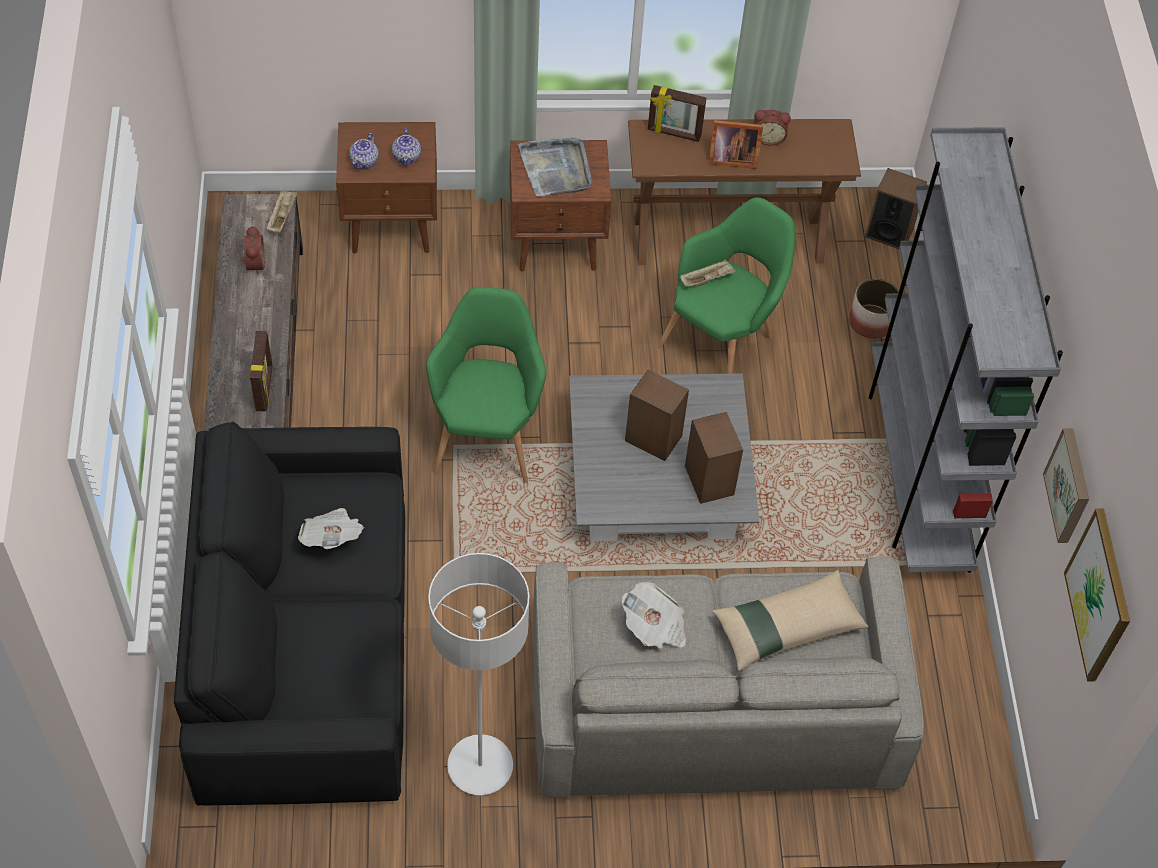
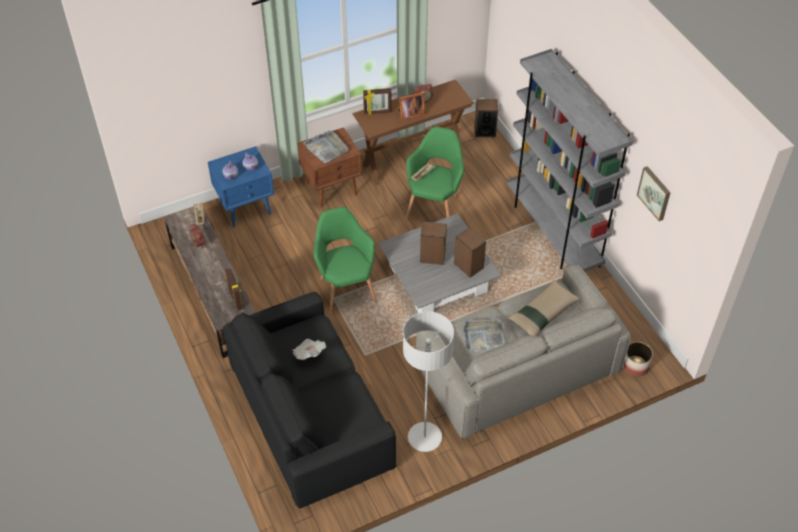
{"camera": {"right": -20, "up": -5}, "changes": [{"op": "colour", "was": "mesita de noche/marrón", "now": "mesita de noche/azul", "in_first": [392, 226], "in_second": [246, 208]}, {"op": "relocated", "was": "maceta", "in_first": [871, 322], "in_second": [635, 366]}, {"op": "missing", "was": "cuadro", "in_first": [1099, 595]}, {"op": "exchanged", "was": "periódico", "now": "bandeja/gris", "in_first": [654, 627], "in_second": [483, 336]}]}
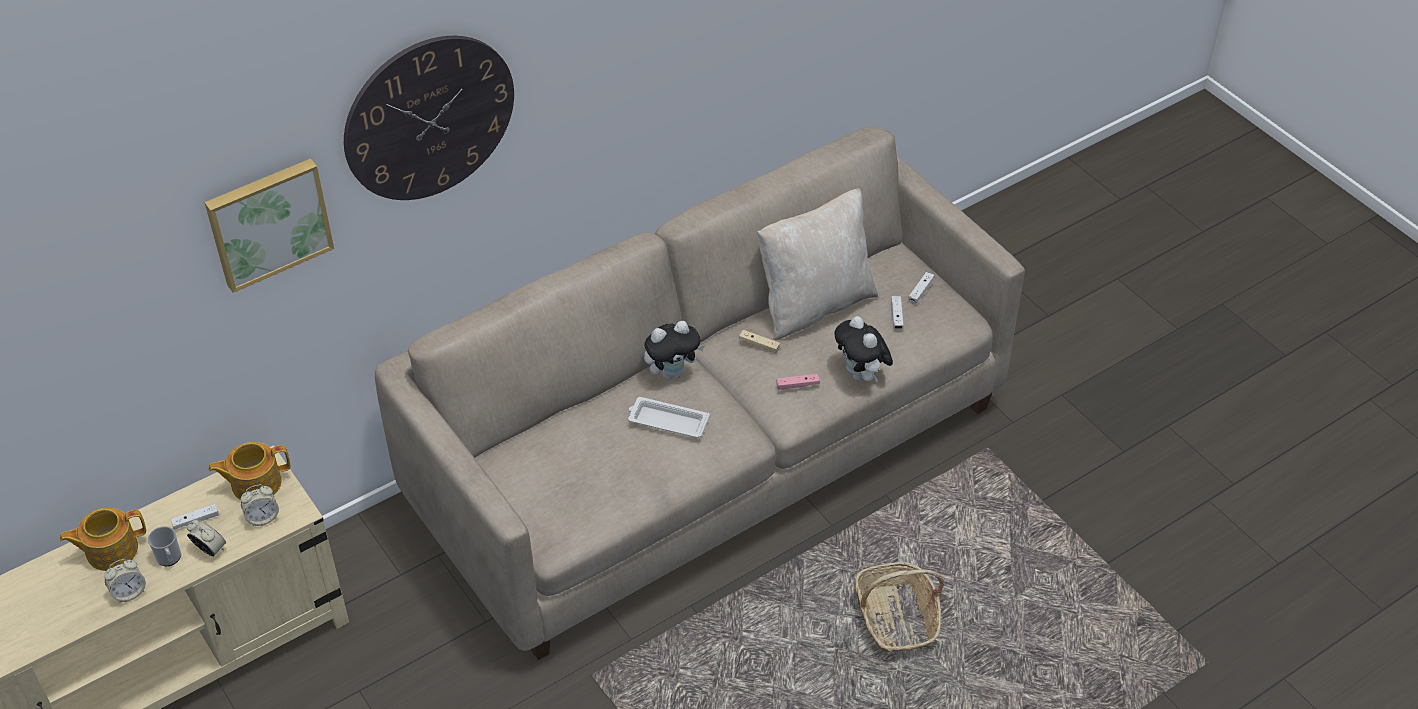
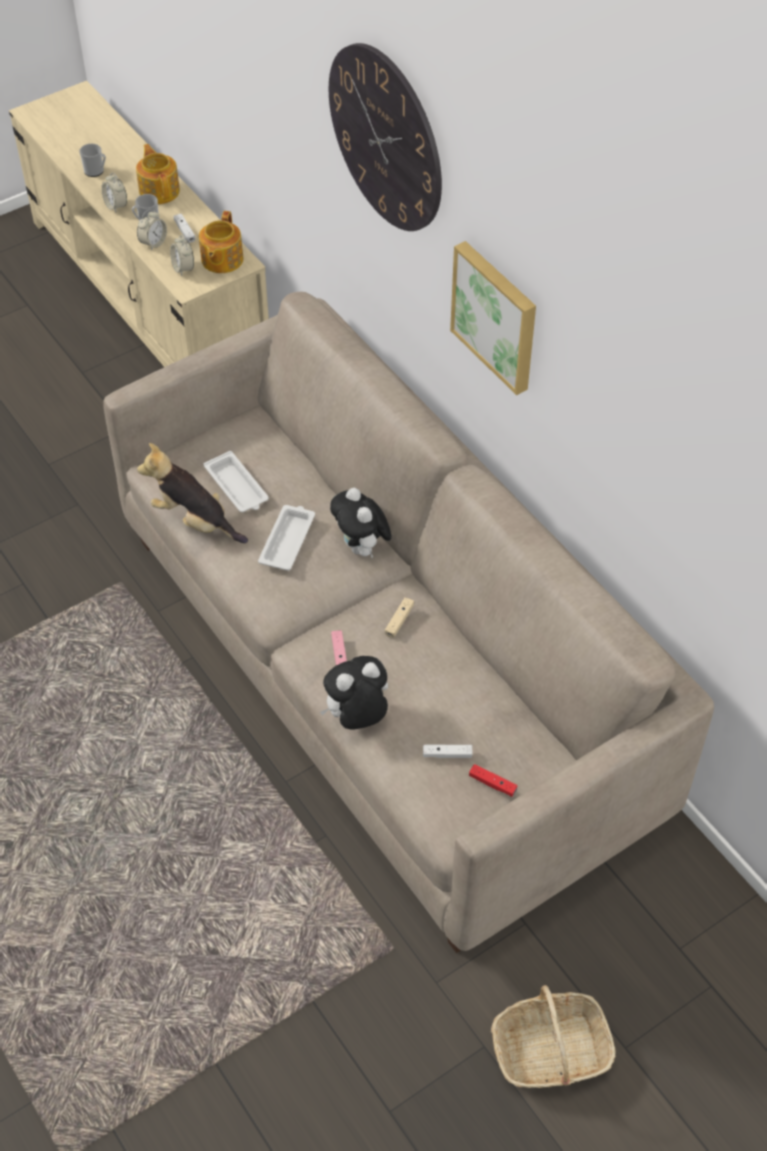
{"camera": {"right": 90, "up": 5}, "changes": [{"op": "relocated", "was": "cuadro", "in_first": [268, 222], "in_second": [496, 316]}, {"op": "missing", "was": "cojín/beis", "in_first": [814, 304]}, {"op": "colour", "was": "mando de consola/blanco", "now": "mando de consola/rojo", "in_first": [920, 291], "in_second": [492, 784]}, {"op": "spun", "was": "tetera", "in_first": [255, 483], "in_second": [221, 260], "clockwise": -150}, {"op": "relocated", "was": "cesta", "in_first": [896, 618], "in_second": [550, 1051]}, {"op": "appeared", "now": "taza grande", "in_second": [96, 171]}, {"op": "appeared", "now": "peluche", "in_second": [195, 520]}, {"op": "appeared", "now": "bandeja/blanco", "in_second": [237, 487]}]}
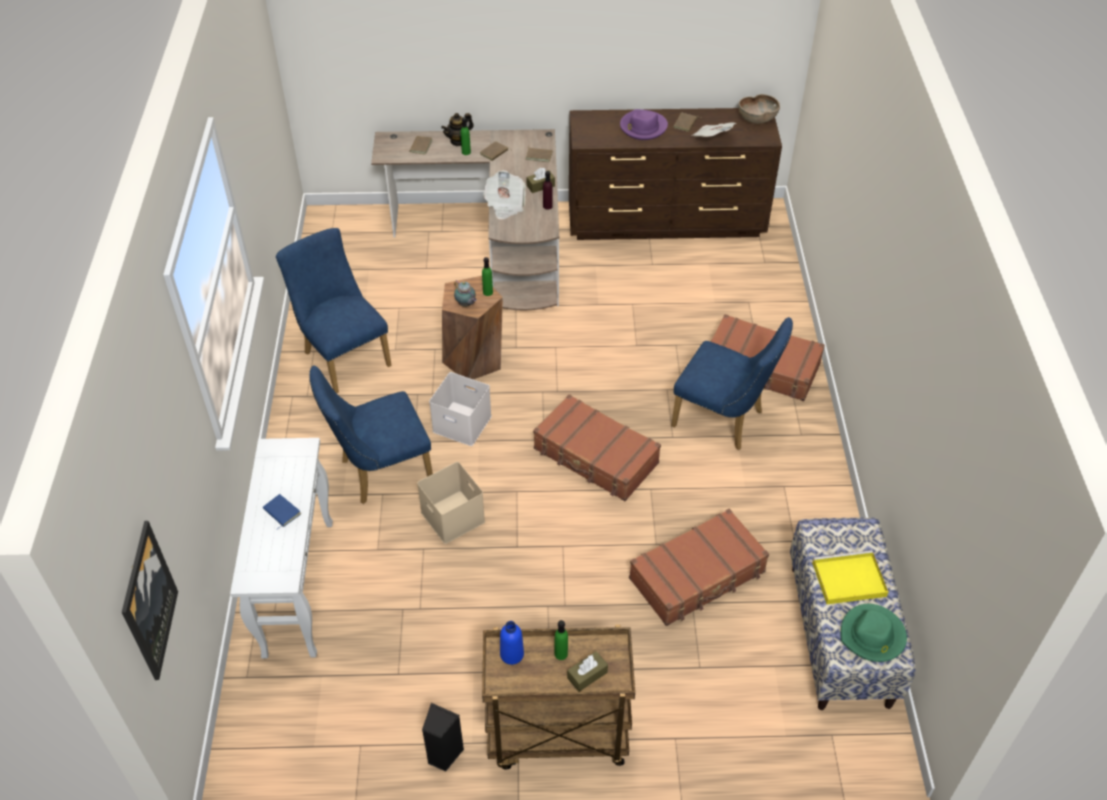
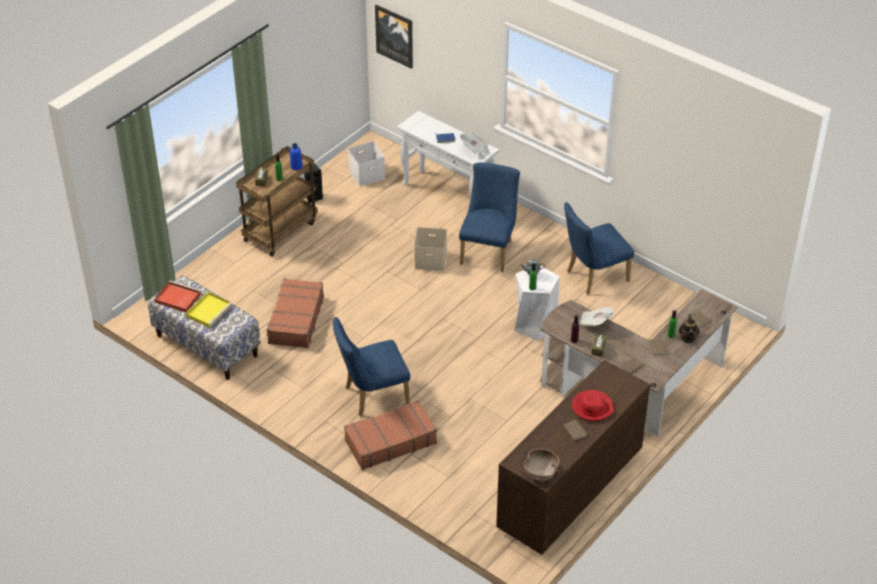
{"camera": {"right": 130, "up": -5}, "changes": [{"op": "colour", "was": "sombrero/morado", "now": "sombrero/rojo", "in_first": [643, 127], "in_second": [592, 407]}, {"op": "relocated", "was": "periódico", "in_first": [712, 139], "in_second": [475, 150]}, {"op": "spun", "was": "silla/azul", "in_first": [343, 356], "in_second": [593, 277], "clockwise": 150}, {"op": "colour", "was": "taburete/marrón", "now": "taburete/blanco", "in_first": [473, 359], "in_second": [534, 325]}, {"op": "relocated", "was": "caja de almacenaje/blanco", "in_first": [460, 424], "in_second": [367, 174]}, {"op": "missing", "was": "maleta/marrón", "in_first": [595, 457]}, {"op": "exchanged", "was": "sombrero/verde", "now": "bandeja/rojo", "in_first": [872, 635], "in_second": [177, 298]}]}
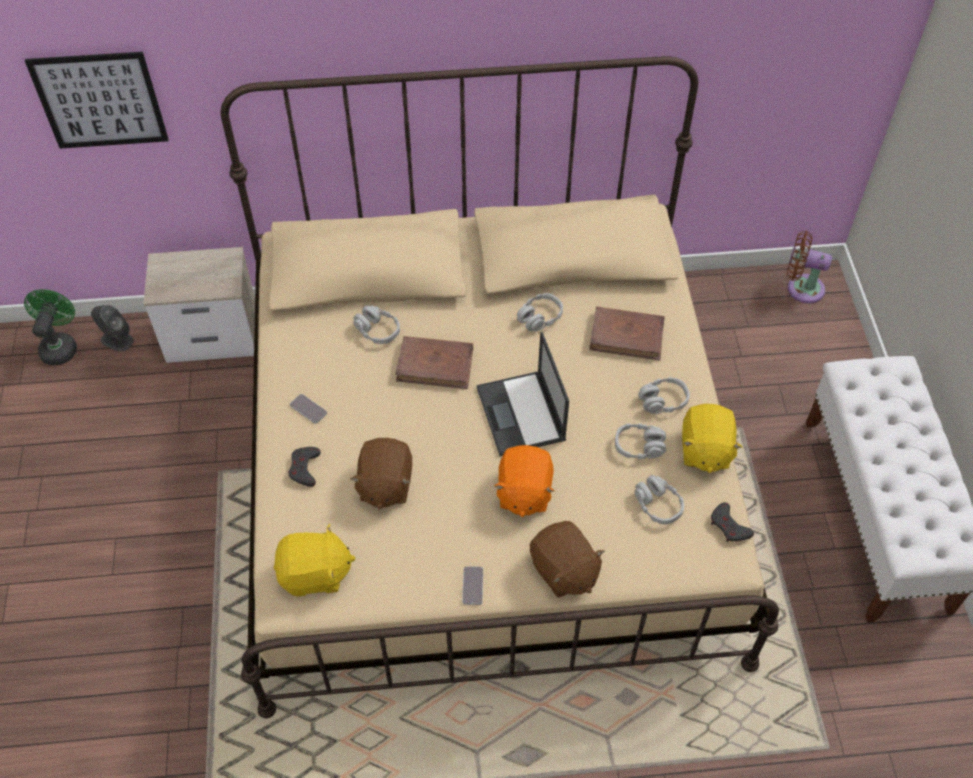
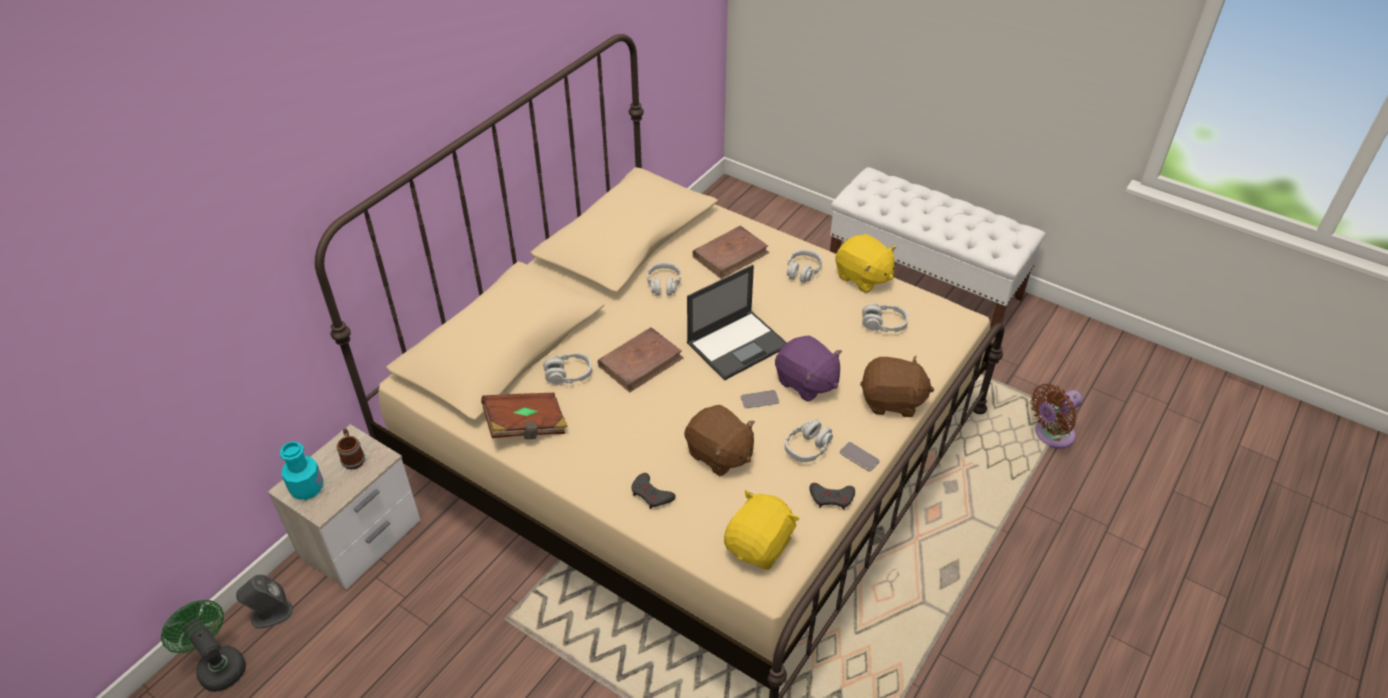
{"camera": {"right": -50, "up": -10}, "changes": [{"op": "missing", "was": "cuadro", "in_first": [99, 100]}, {"op": "relocated", "was": "ventilador/marrón", "in_first": [801, 287], "in_second": [1051, 435]}, {"op": "spun", "was": "portátil", "in_first": [521, 415], "in_second": [738, 344], "clockwise": -60}, {"op": "relocated", "was": "móvil", "in_first": [308, 409], "in_second": [759, 399]}, {"op": "relocated", "was": "auriculares/gris", "in_first": [639, 446], "in_second": [807, 447]}, {"op": "colour", "was": "peluche/naranja", "now": "peluche/morado", "in_first": [523, 492], "in_second": [806, 383]}, {"op": "relocated", "was": "mando de consola/gris", "in_first": [729, 526], "in_second": [832, 498]}, {"op": "appeared", "now": "libro/marrón", "in_second": [526, 426]}, {"op": "appeared", "now": "taza grande", "in_second": [353, 458]}, {"op": "appeared", "now": "botella/turquesa", "in_second": [307, 488]}]}
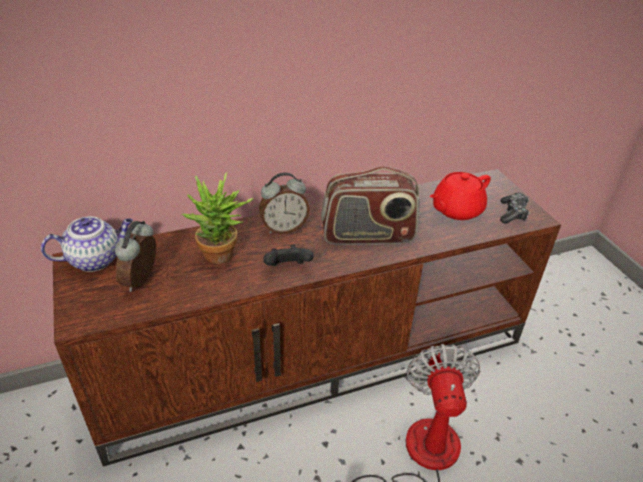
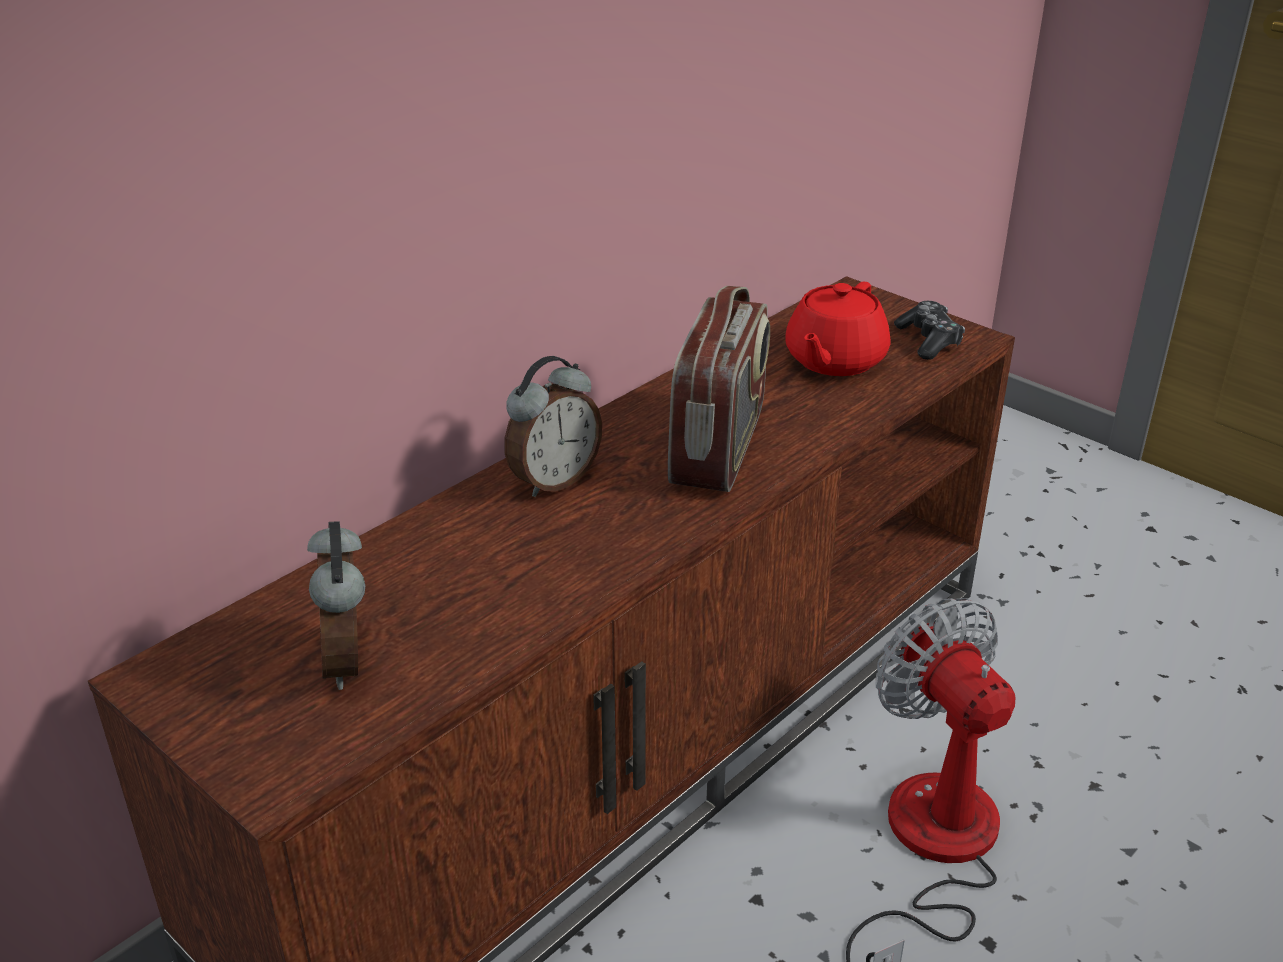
{"camera": {"right": -25, "up": -5}, "changes": [{"op": "spun", "was": "radio", "in_first": [367, 236], "in_second": [719, 447], "clockwise": -45}, {"op": "missing", "was": "planta en maceta", "in_first": [222, 258]}, {"op": "missing", "was": "tetera", "in_first": [96, 259]}, {"op": "missing", "was": "mando de consola/negro", "in_first": [287, 268]}]}
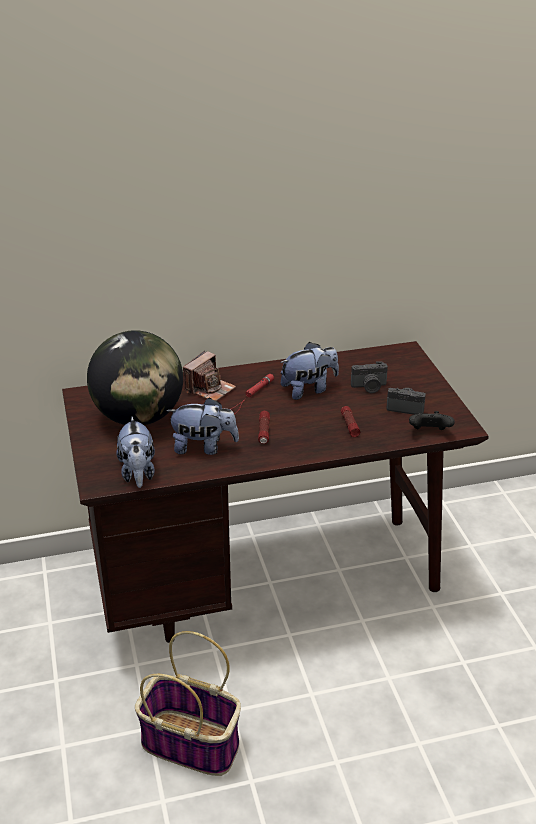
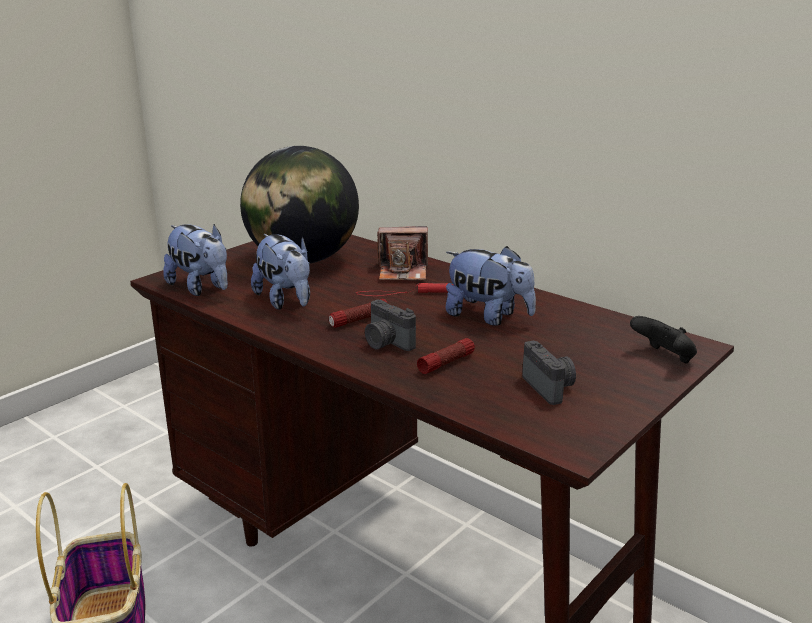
{"camera": {"right": 55, "up": -10}, "changes": [{"op": "relocated", "was": "cámara", "in_first": [369, 387], "in_second": [386, 343]}, {"op": "relocated", "was": "mando de consola/negro", "in_first": [429, 432], "in_second": [664, 358]}, {"op": "spun", "was": "peluche", "in_first": [138, 473], "in_second": [201, 288], "clockwise": -90}]}
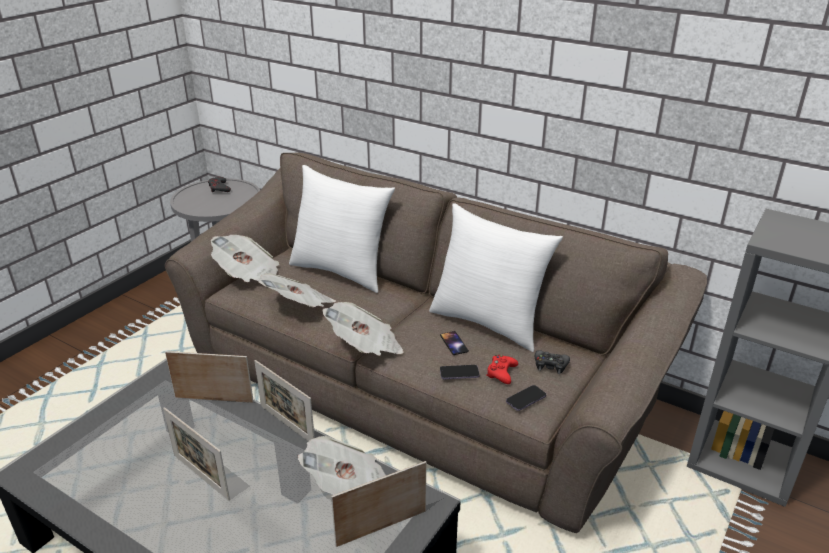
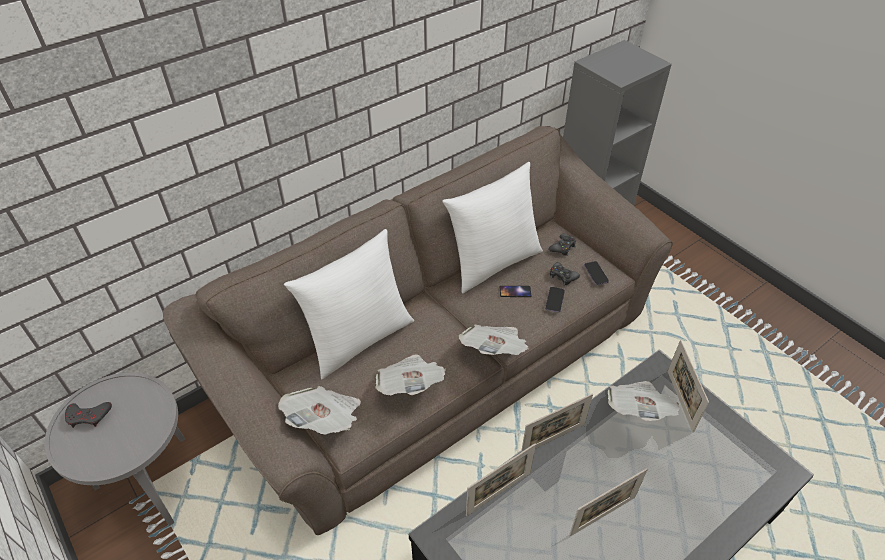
{"camera": {"right": -70, "up": 15}, "changes": [{"op": "spun", "was": "portarretratos", "in_first": [214, 399], "in_second": [498, 493], "clockwise": -150}, {"op": "colour", "was": "mando de consola/rojo", "now": "mando de consola/negro", "in_first": [501, 373], "in_second": [562, 276]}]}
